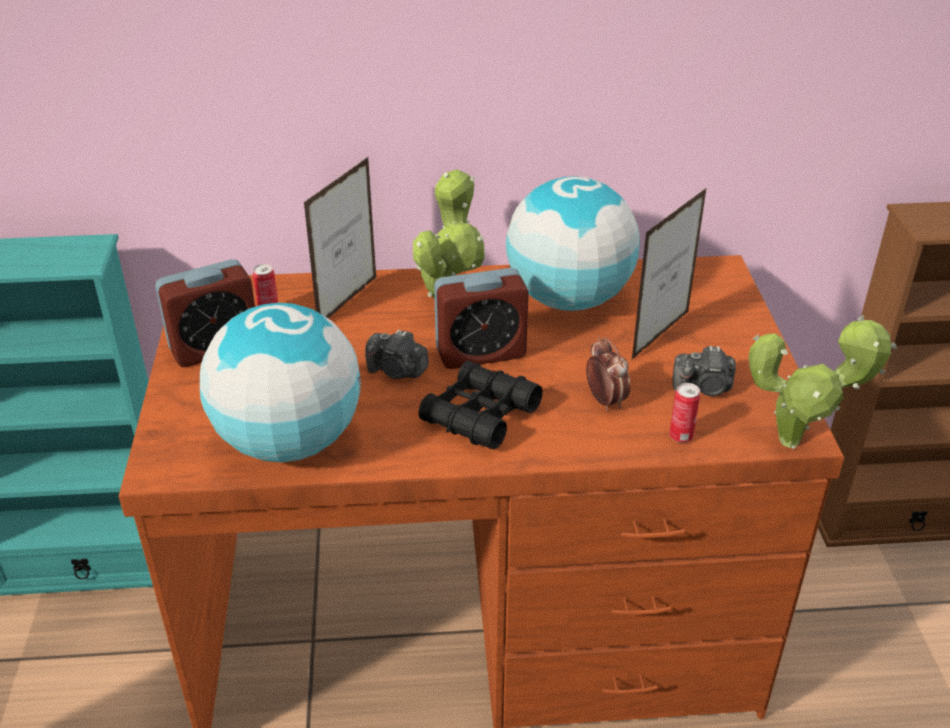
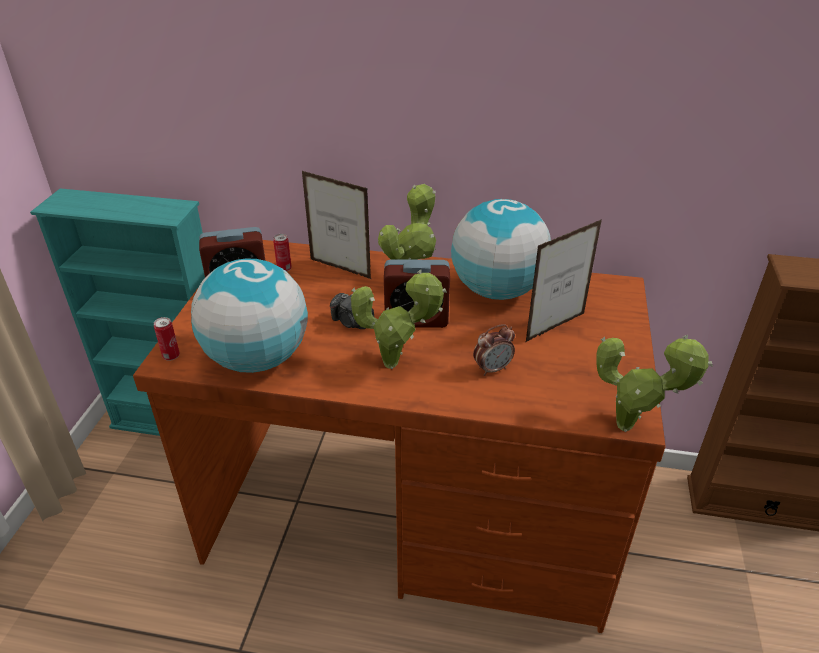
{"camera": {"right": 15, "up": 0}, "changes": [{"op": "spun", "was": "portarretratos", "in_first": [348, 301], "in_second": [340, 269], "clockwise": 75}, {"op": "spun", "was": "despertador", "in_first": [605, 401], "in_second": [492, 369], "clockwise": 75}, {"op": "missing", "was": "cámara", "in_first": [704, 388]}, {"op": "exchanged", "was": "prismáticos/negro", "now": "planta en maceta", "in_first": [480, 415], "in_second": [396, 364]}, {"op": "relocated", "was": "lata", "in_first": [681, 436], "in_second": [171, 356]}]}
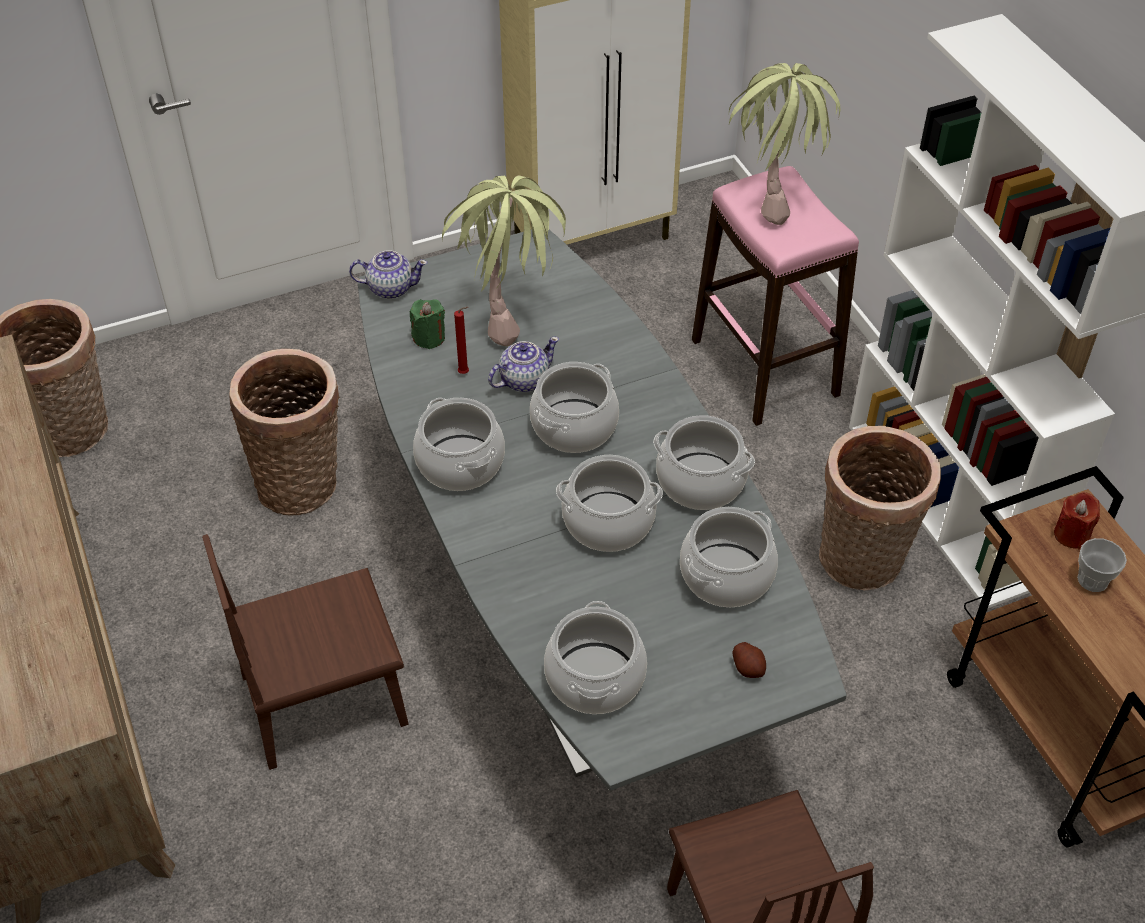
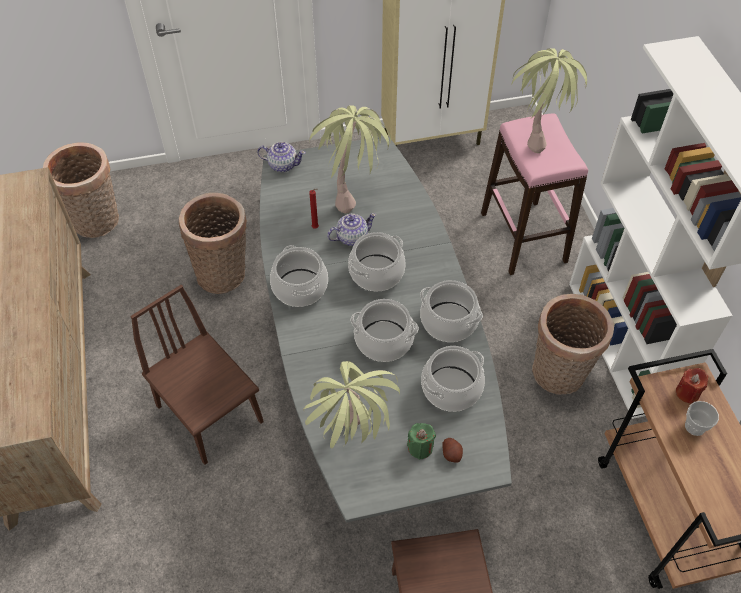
{"camera": {"right": 10, "up": 5}, "changes": [{"op": "relocated", "was": "vela/verde", "in_first": [429, 337], "in_second": [420, 447]}, {"op": "spun", "was": "silla/marrón", "in_first": [324, 699], "in_second": [209, 414], "clockwise": 60}, {"op": "exchanged", "was": "olla", "now": "planta en maceta", "in_first": [594, 678], "in_second": [351, 445]}]}
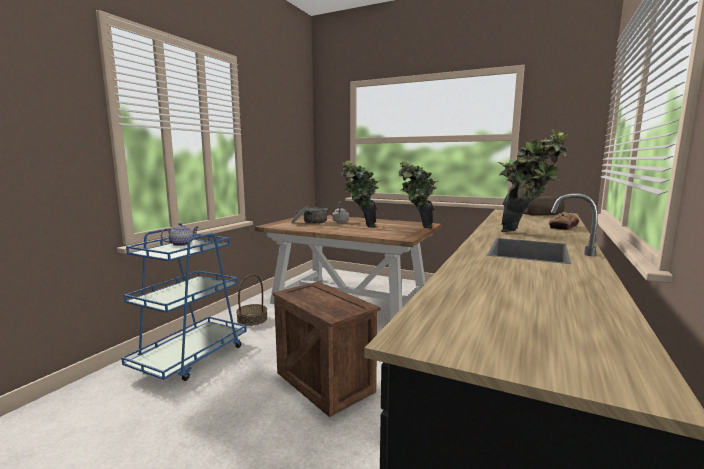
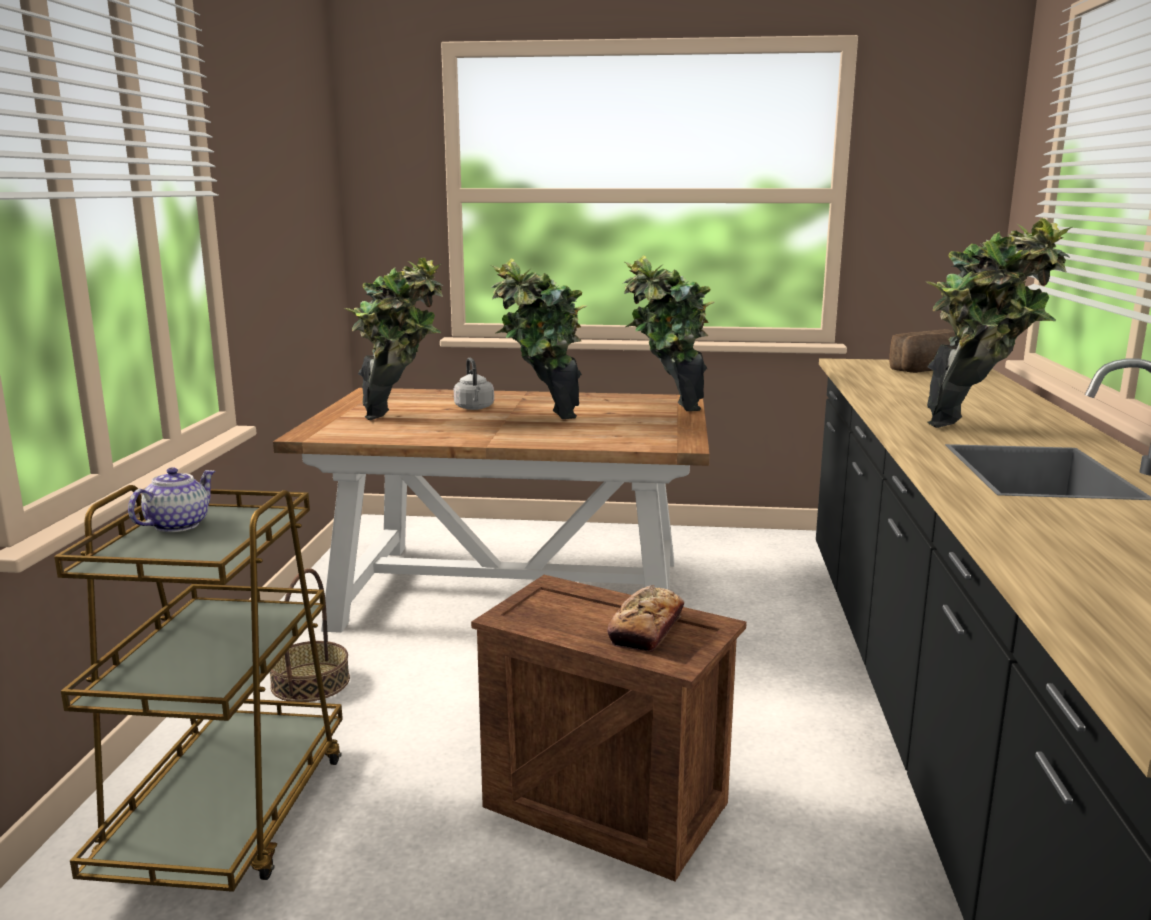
{"camera": {"right": -20, "up": 5}, "changes": [{"op": "exchanged", "was": "olla", "now": "planta en maceta", "in_first": [309, 222], "in_second": [401, 416]}, {"op": "relocated", "was": "pan", "in_first": [563, 227], "in_second": [646, 629]}, {"op": "colour", "was": "carrito/azul", "now": "carrito/marrón", "in_first": [191, 357], "in_second": [229, 814]}]}
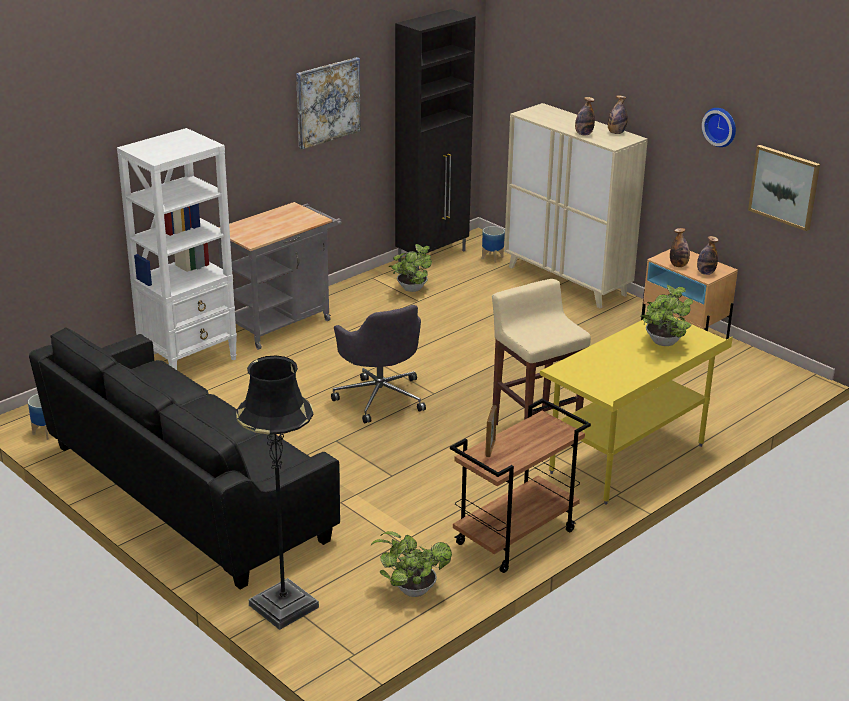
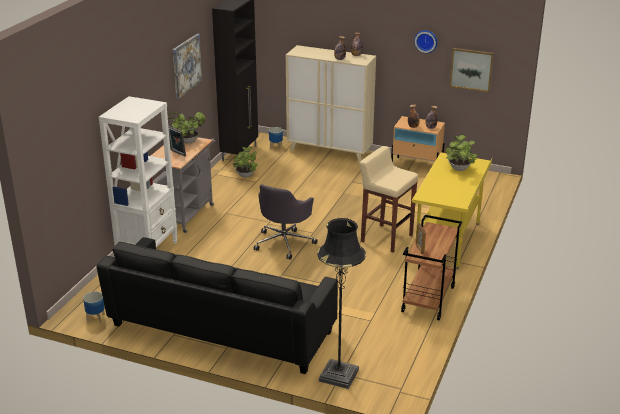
{"camera": {"right": -25, "up": 0}, "changes": [{"op": "spun", "was": "silla de oficina/gris", "in_first": [380, 397], "in_second": [284, 242], "clockwise": 75}, {"op": "relocated", "was": "planta en maceta", "in_first": [411, 589], "in_second": [186, 141]}, {"op": "appeared", "now": "portarretratos", "in_second": [177, 153]}]}
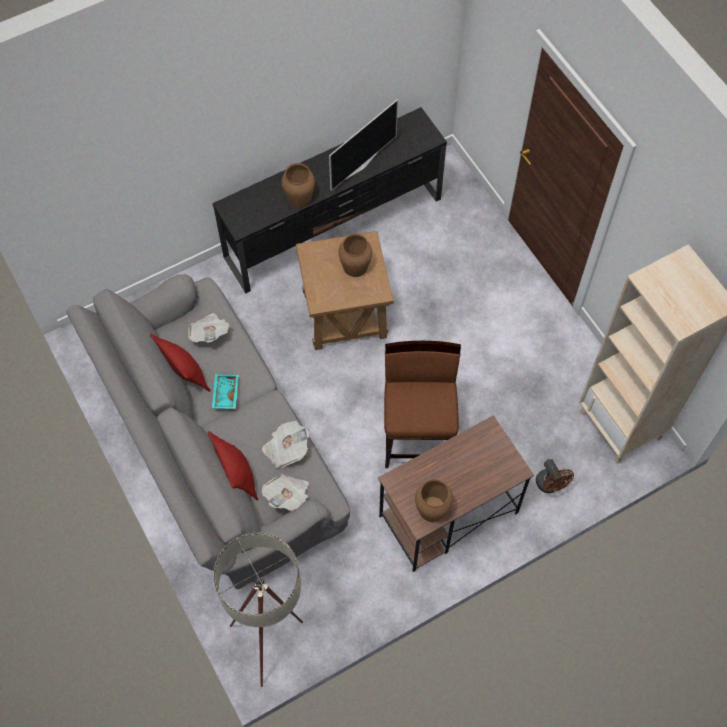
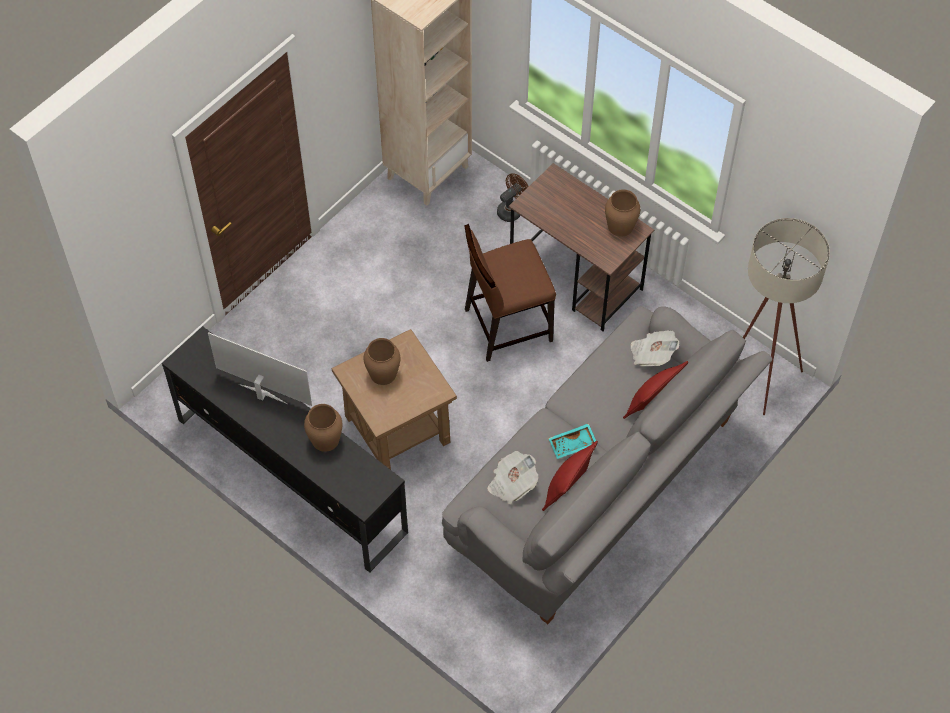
{"camera": {"right": -110, "up": -5}, "changes": [{"op": "missing", "was": "periódico", "in_first": [286, 449]}]}
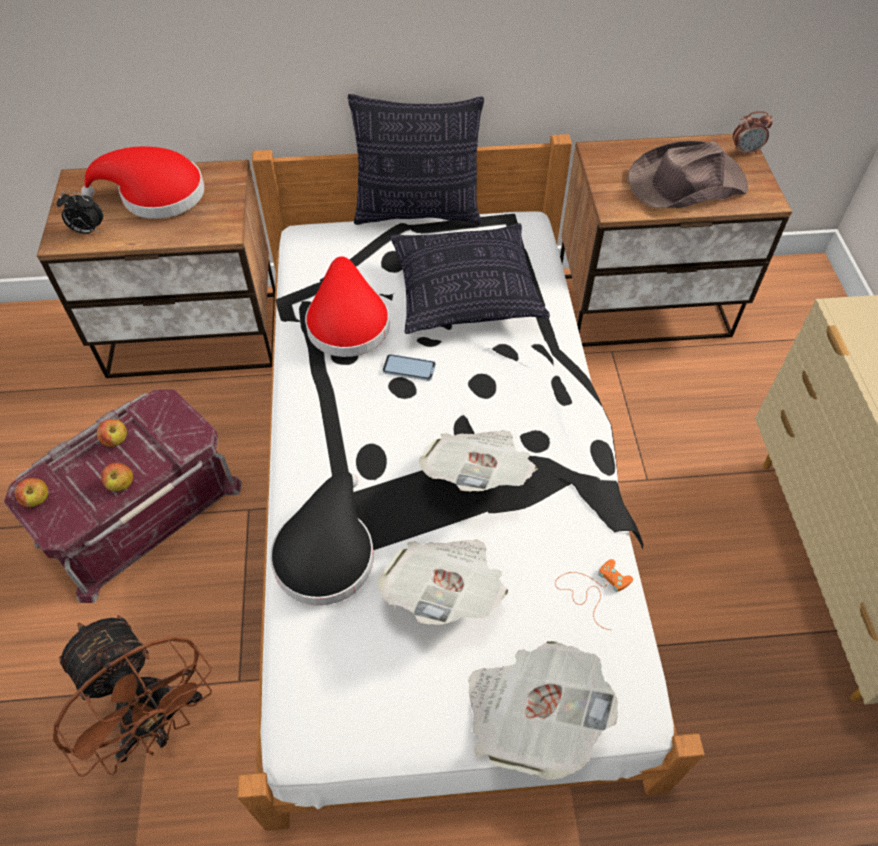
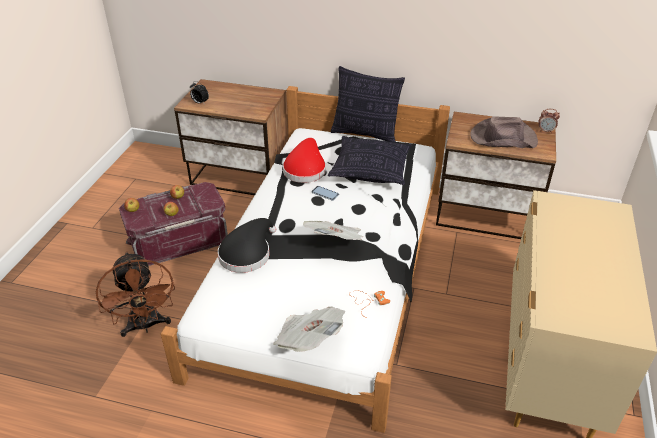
{"camera": {"right": 20, "up": -15}, "changes": [{"op": "missing", "was": "sombrero/rojo", "in_first": [155, 195]}, {"op": "missing", "was": "periódico", "in_first": [446, 591]}]}
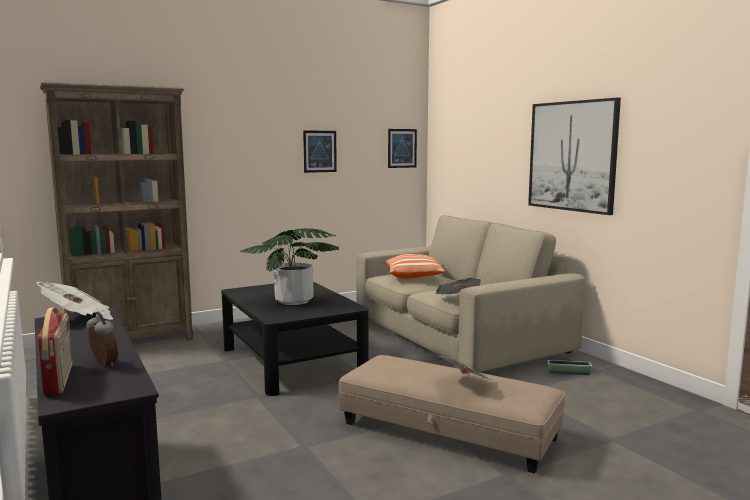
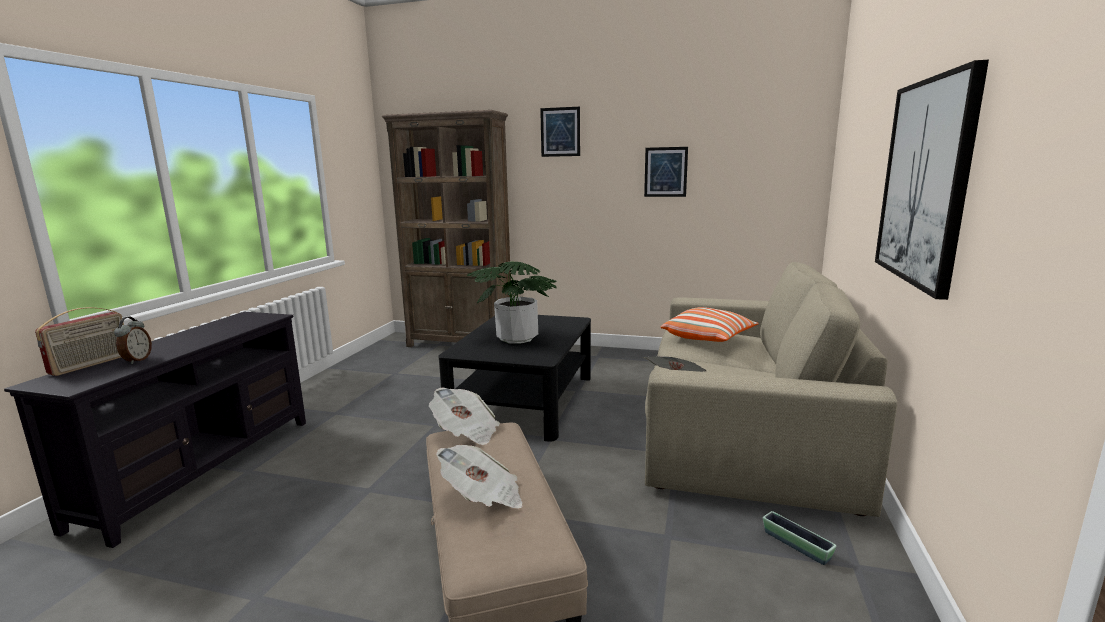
{"camera": {"right": 45, "up": 5}, "changes": [{"op": "relocated", "was": "cuadro", "in_first": [402, 148], "in_second": [560, 132]}, {"op": "relocated", "was": "periódico", "in_first": [79, 319], "in_second": [466, 432]}]}
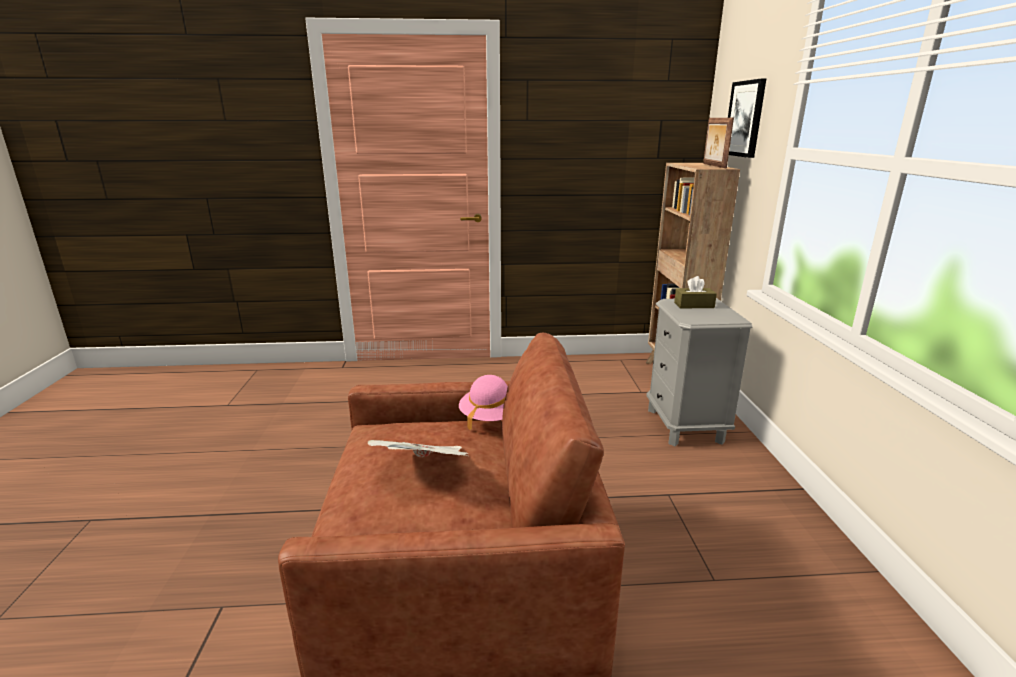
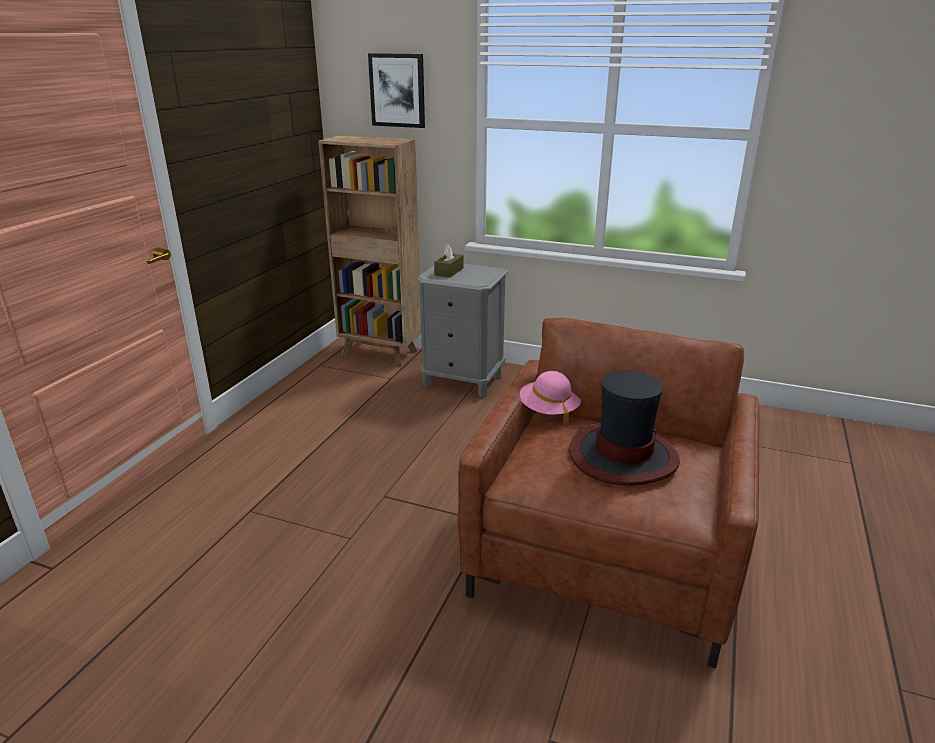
{"camera": {"right": -65, "up": 5}, "changes": [{"op": "missing", "was": "portarretratos", "in_first": [713, 166]}, {"op": "exchanged", "was": "periódico", "now": "sombrero", "in_first": [425, 470], "in_second": [622, 456]}]}
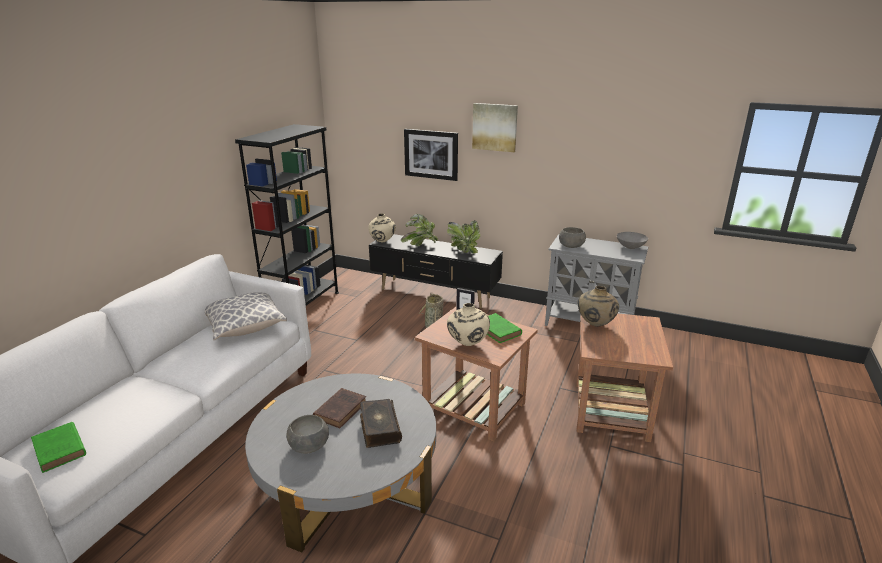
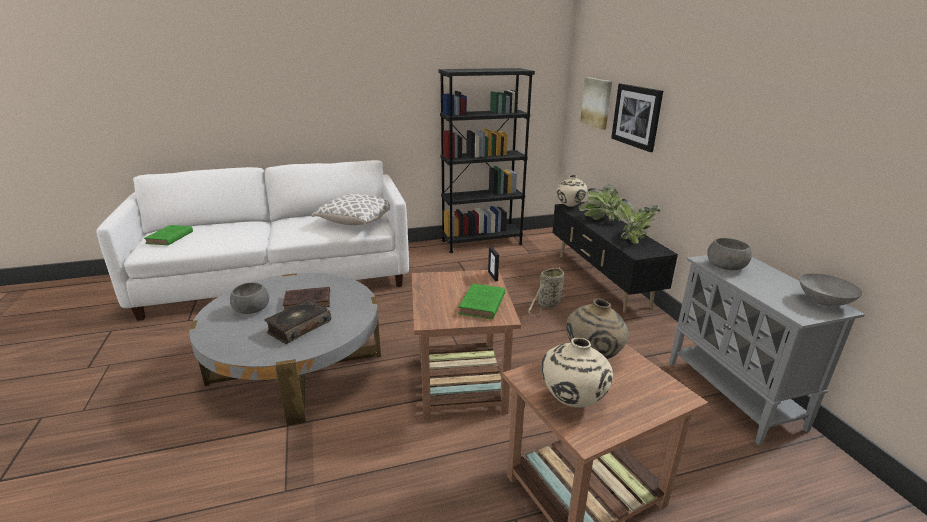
{"camera": {"right": 50, "up": 0}, "changes": [{"op": "relocated", "was": "cuadro", "in_first": [495, 127], "in_second": [597, 102]}, {"op": "relocated", "was": "florero/beis", "in_first": [467, 344], "in_second": [572, 402]}]}
